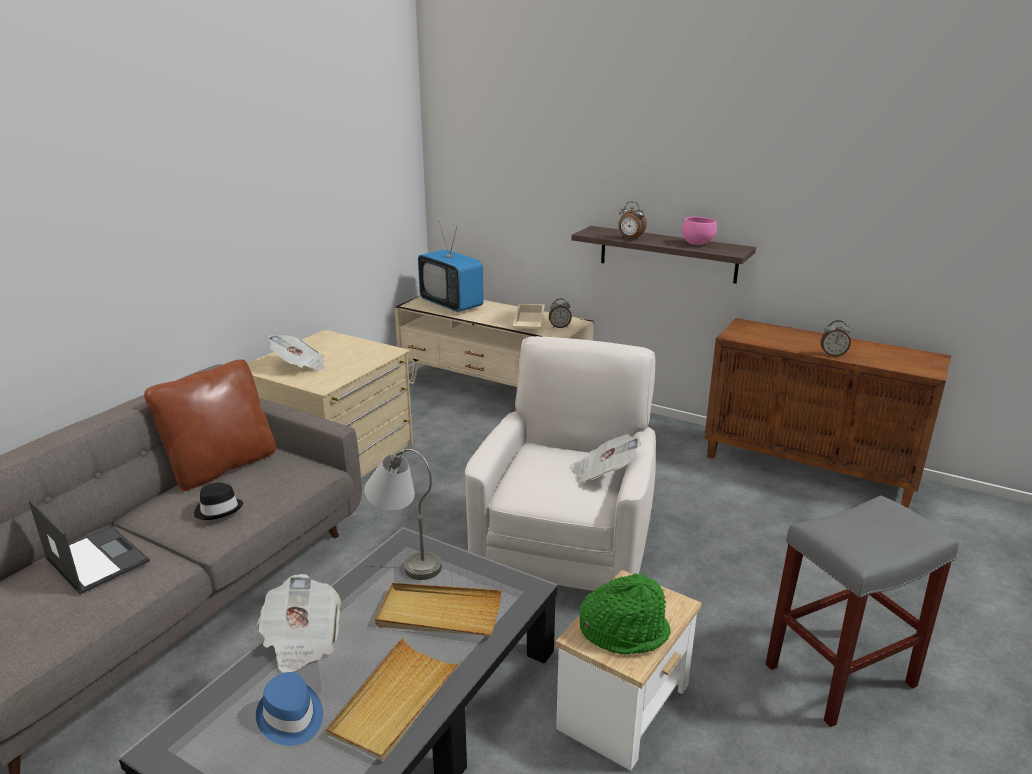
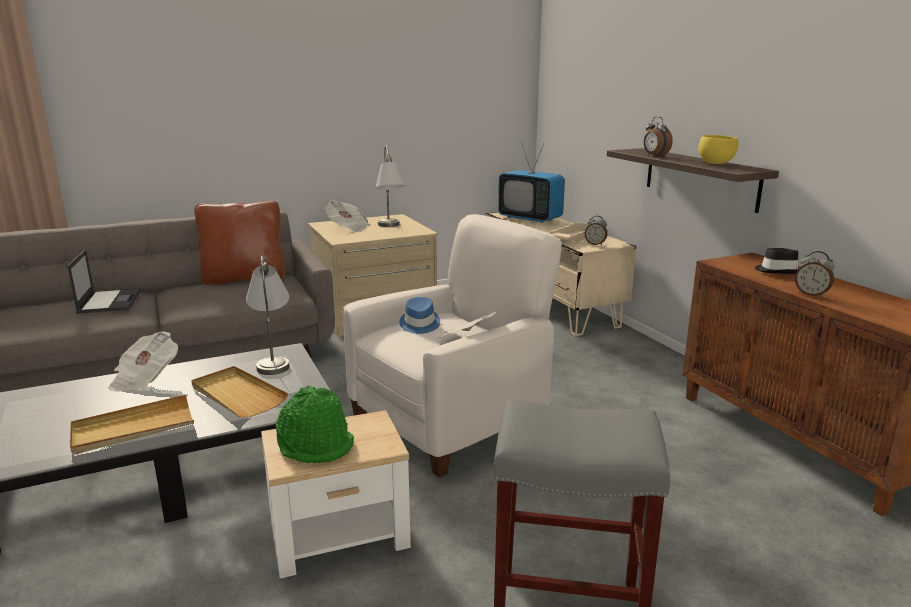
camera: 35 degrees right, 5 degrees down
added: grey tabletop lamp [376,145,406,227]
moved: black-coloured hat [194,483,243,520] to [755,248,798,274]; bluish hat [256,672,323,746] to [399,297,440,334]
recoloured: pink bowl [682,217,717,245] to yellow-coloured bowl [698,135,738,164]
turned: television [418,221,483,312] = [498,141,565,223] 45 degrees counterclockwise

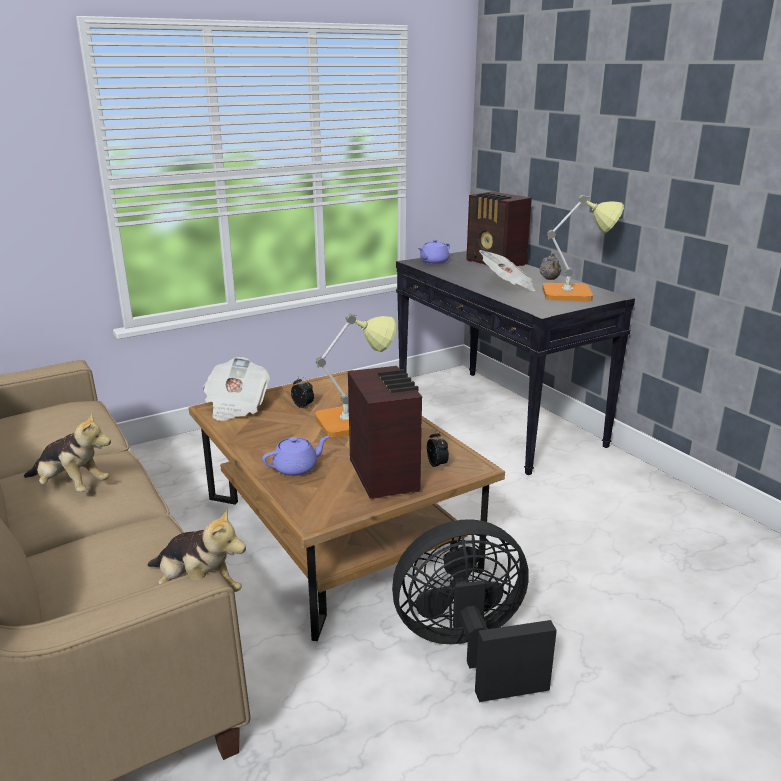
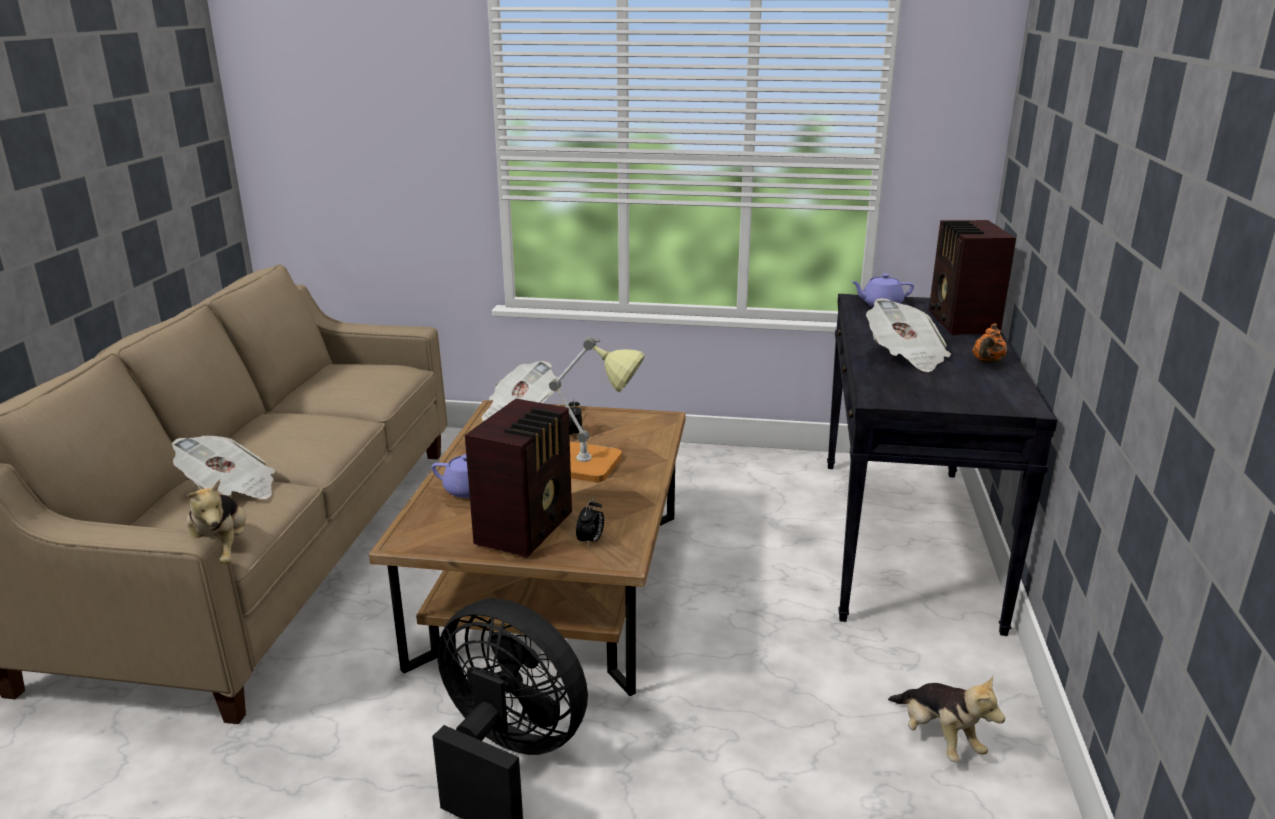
camera: 40 degrees right, 0 degrees up
removed: tabletop lamp [542,195,624,301]
added: printed paper [172,436,275,499]
moved: cuddly toy [24,412,111,492] to [888,676,1005,762]
recoloured: grey pot for tea [540,253,561,280] to orange pot for tea [972,323,1007,364]

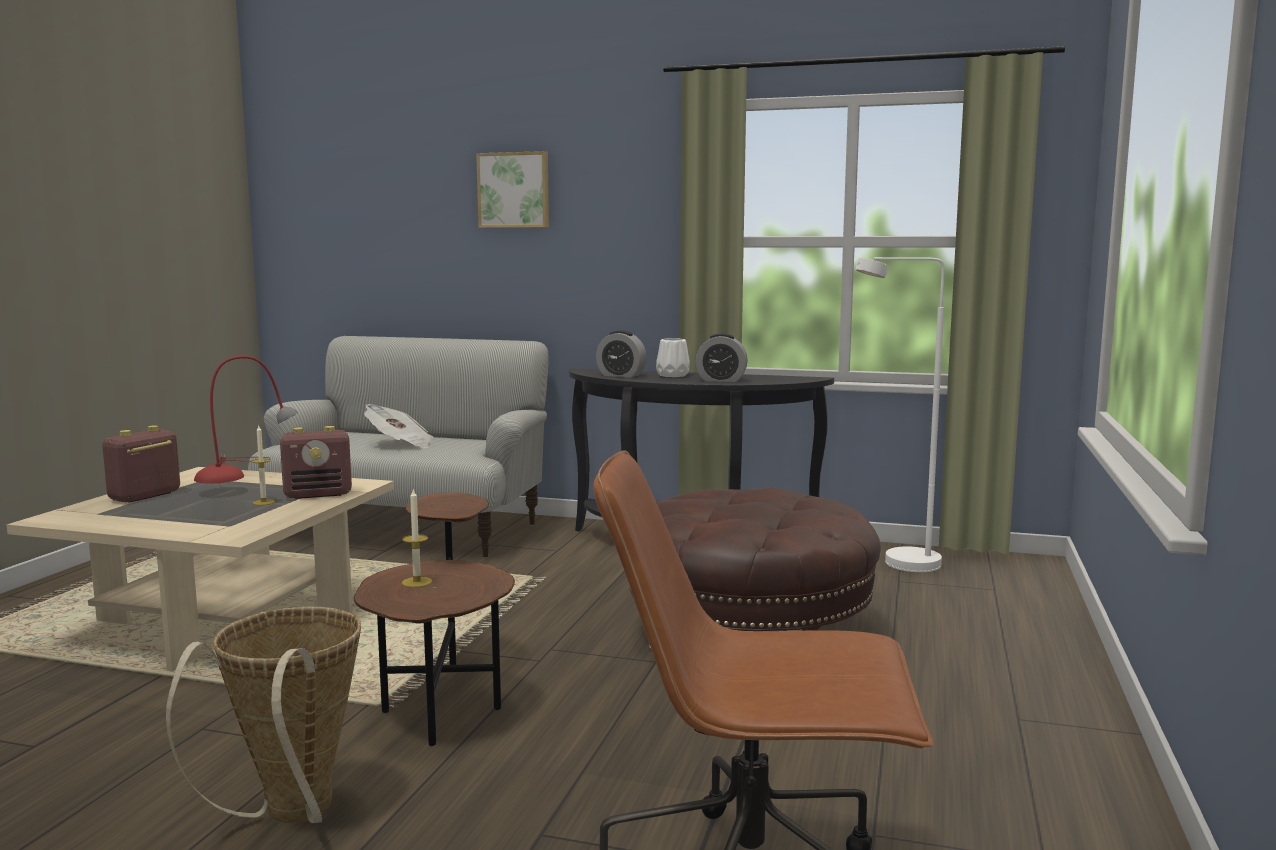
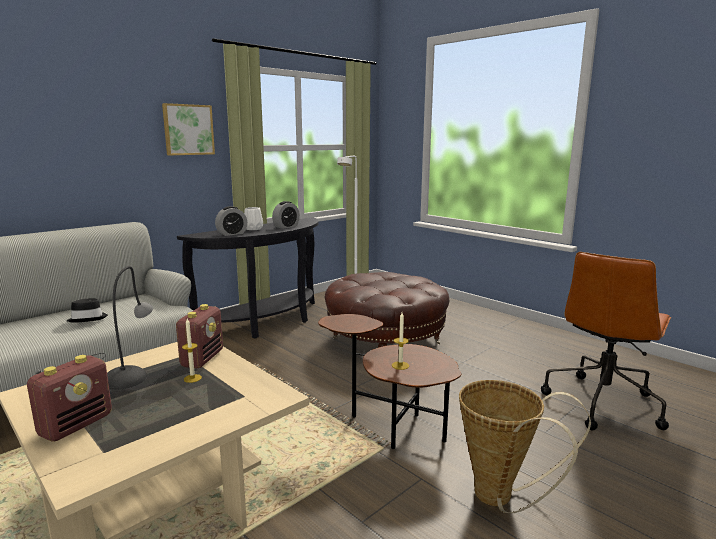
camera: 60 degrees left, 5 degrees up
moved: wall picture [476,151,549,228] to [162,103,215,155]
replaced: printed paper [364,404,433,448] to black-coloured hat [66,298,108,322]
recoloured: reddish tabletop lamp [194,356,298,483] to grey tabletop lamp [36,266,153,390]
turned: radio set [102,425,180,503] = [27,355,112,442] 120 degrees counterclockwise

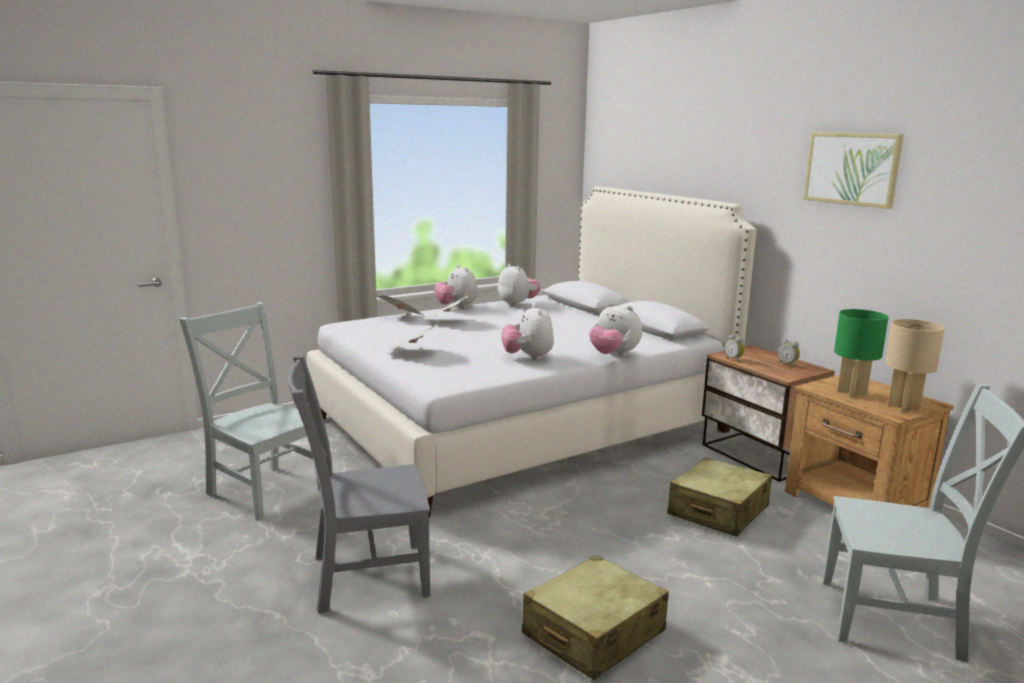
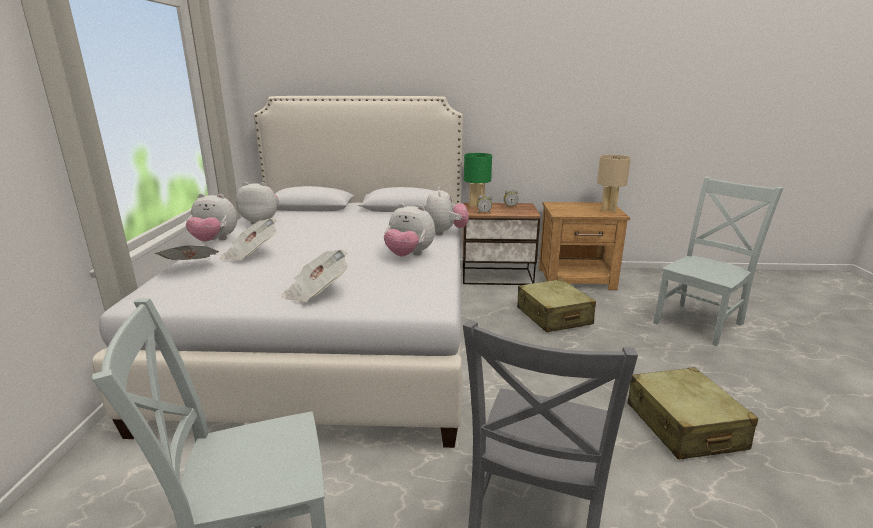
camera: 55 degrees left, 5 degrees up
removed: wall picture [803,132,904,209]
moved: green-coloured tabletop lamp [834,309,889,398] to [464,153,492,207]
turned: cuddly toy [589,303,642,356] = [426,187,469,235] 75 degrees counterclockwise

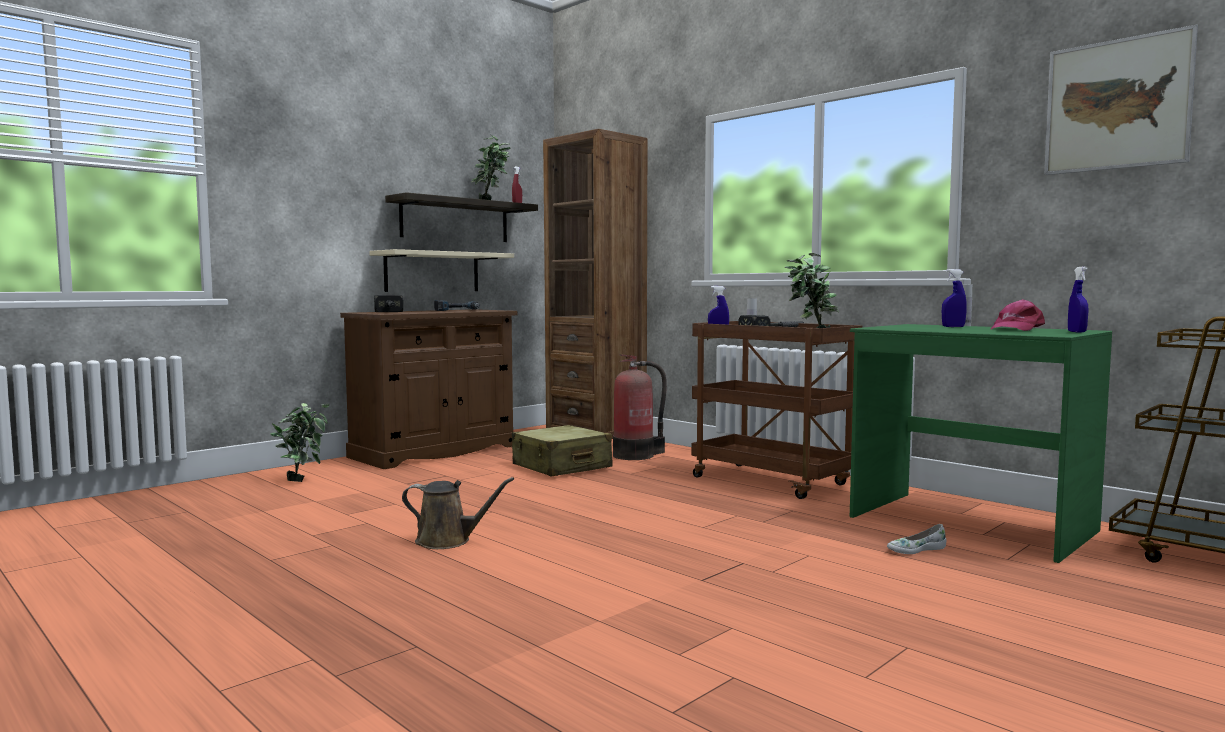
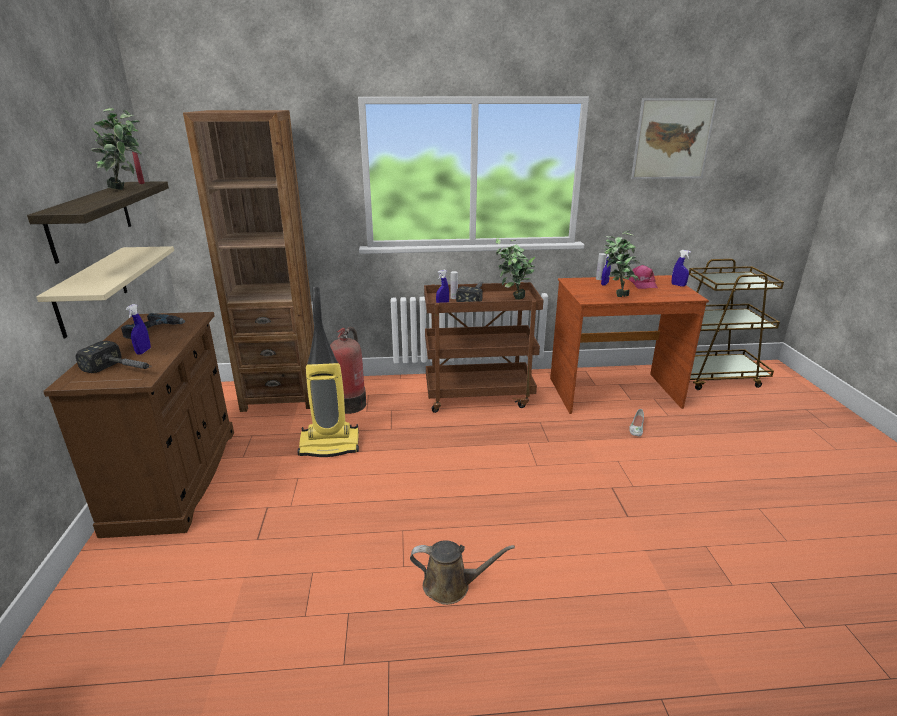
camera: 50 degrees left, 20 degrees up
added: bluish sprayer [126,304,151,355]
moved: potted plant [270,403,330,482] to [604,230,641,297]
replaced: sand-coloured piece of luggage [512,425,613,477] to vacuum [298,287,359,457]
recoloured: green-coloured desk [850,324,1112,563] to brown desk [550,275,709,414]
turned: brown sprinkling can [402,477,514,549] = [410,540,515,605] 45 degrees clockwise

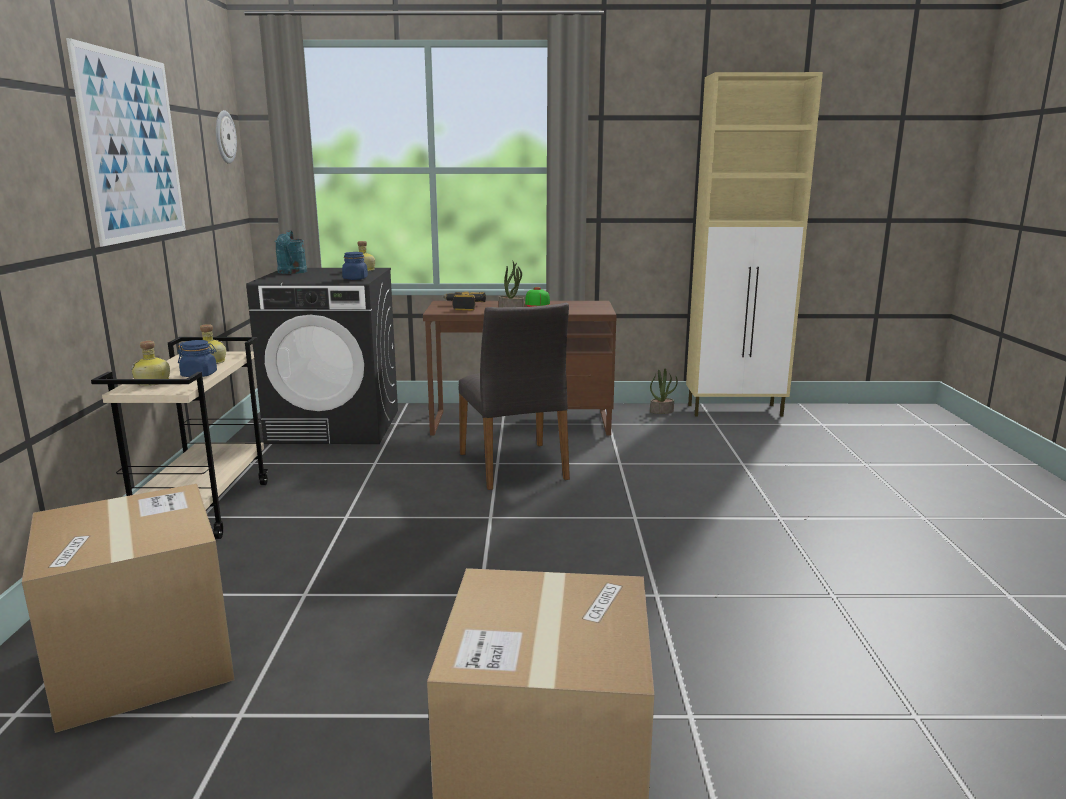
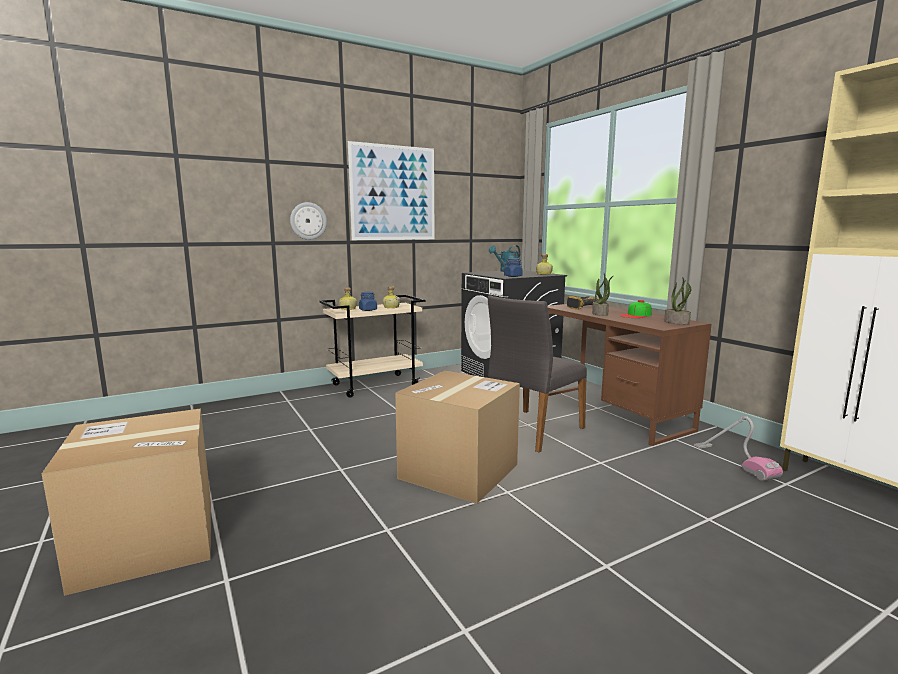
camera: 60 degrees right, 5 degrees down
added: vacuum [694,416,783,481]
moved: hanging clock [216,110,237,164] to [290,202,327,240]; potted plant [650,369,678,414] to [664,278,691,325]; carton [22,484,234,733] to [395,371,520,504]

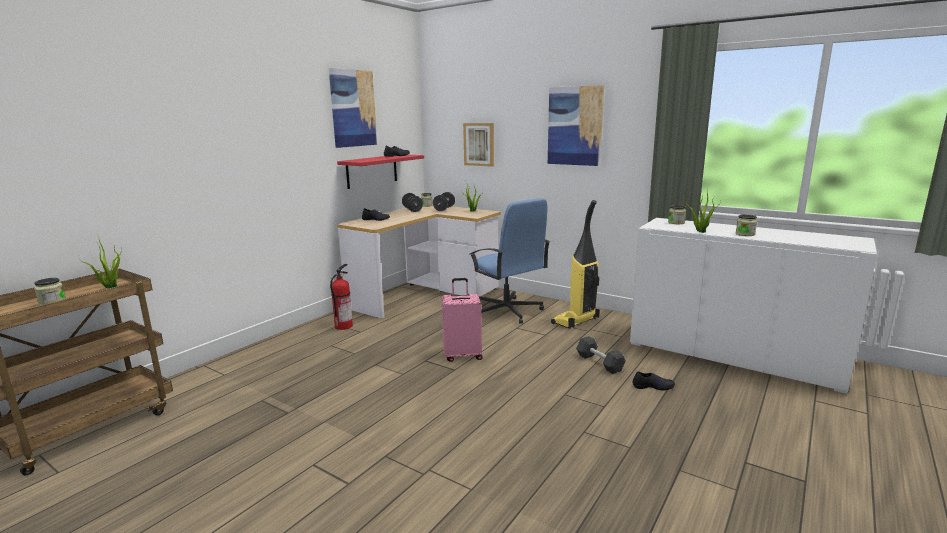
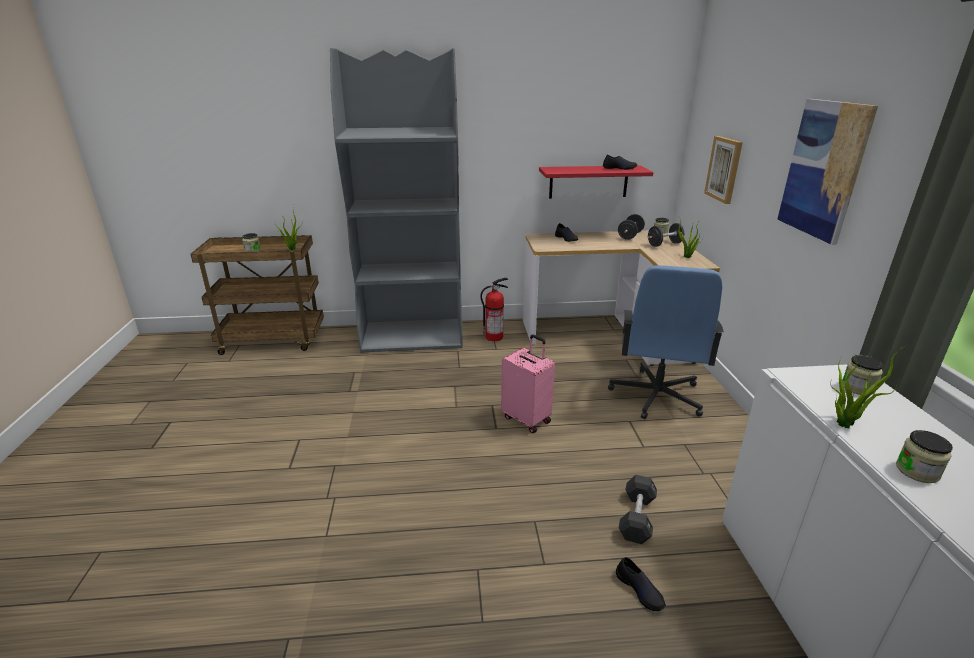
camera: 50 degrees right, 10 degrees up
removed: wall picture [329,68,378,148]; vacuum [551,200,599,329]
added: grey shelving unit [330,48,463,353]

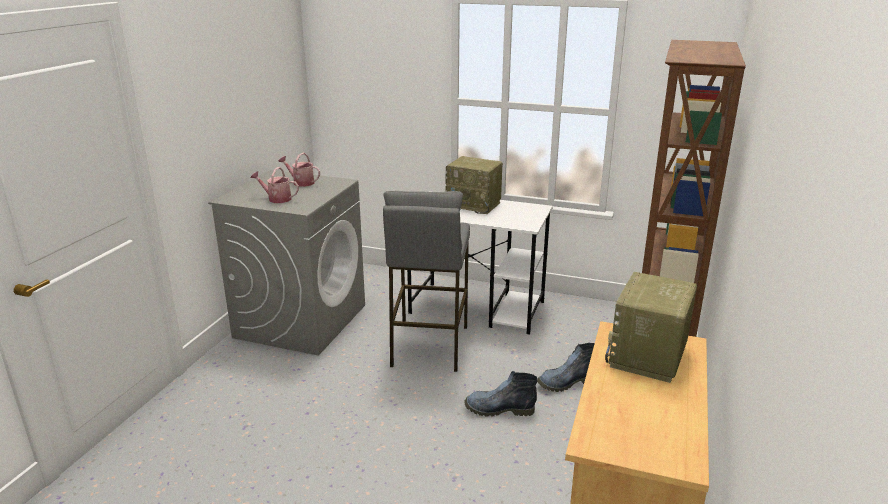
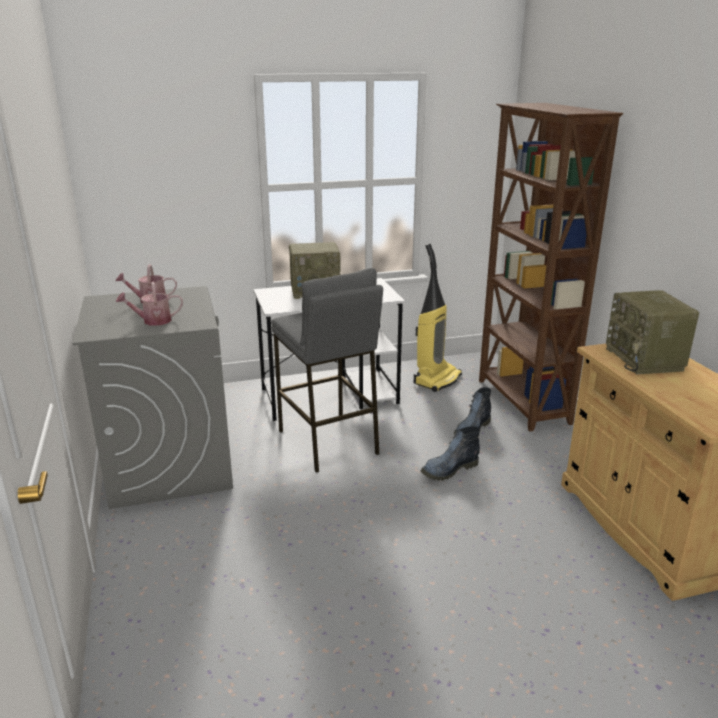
camera: 35 degrees left, 0 degrees up
added: vacuum [414,244,462,392]

